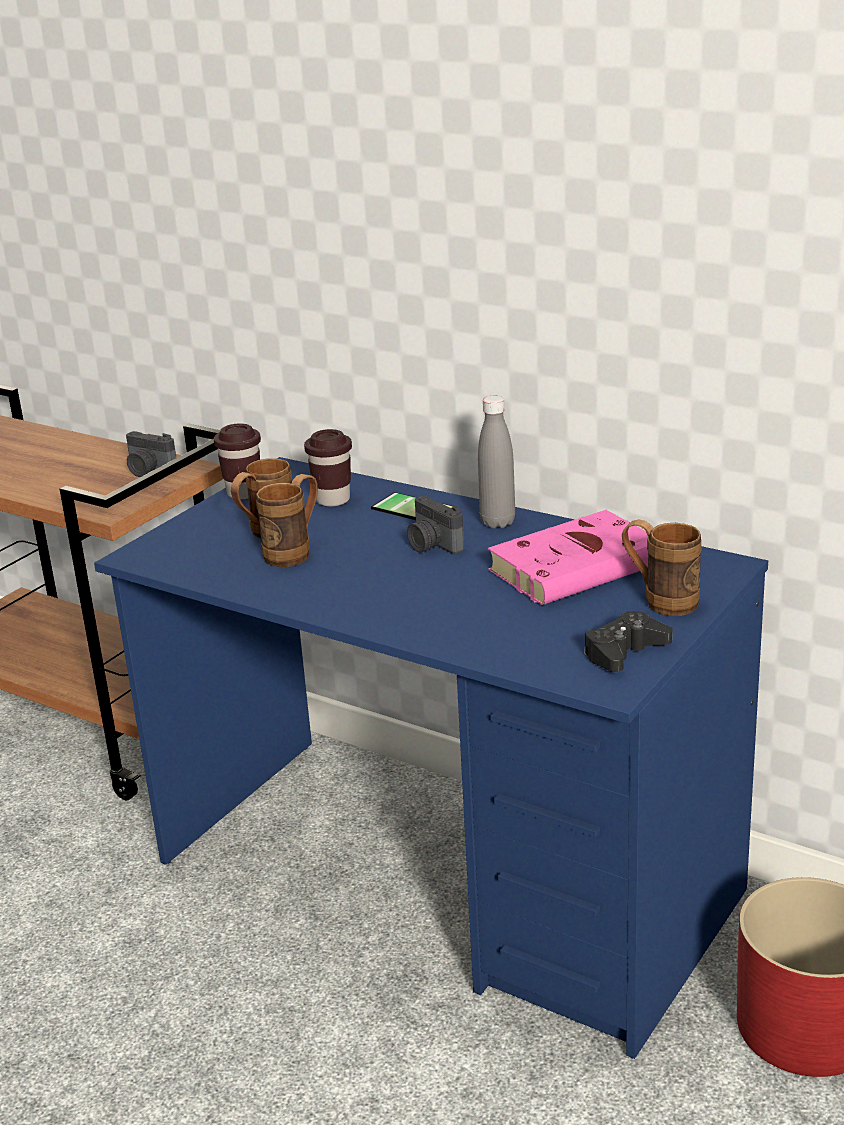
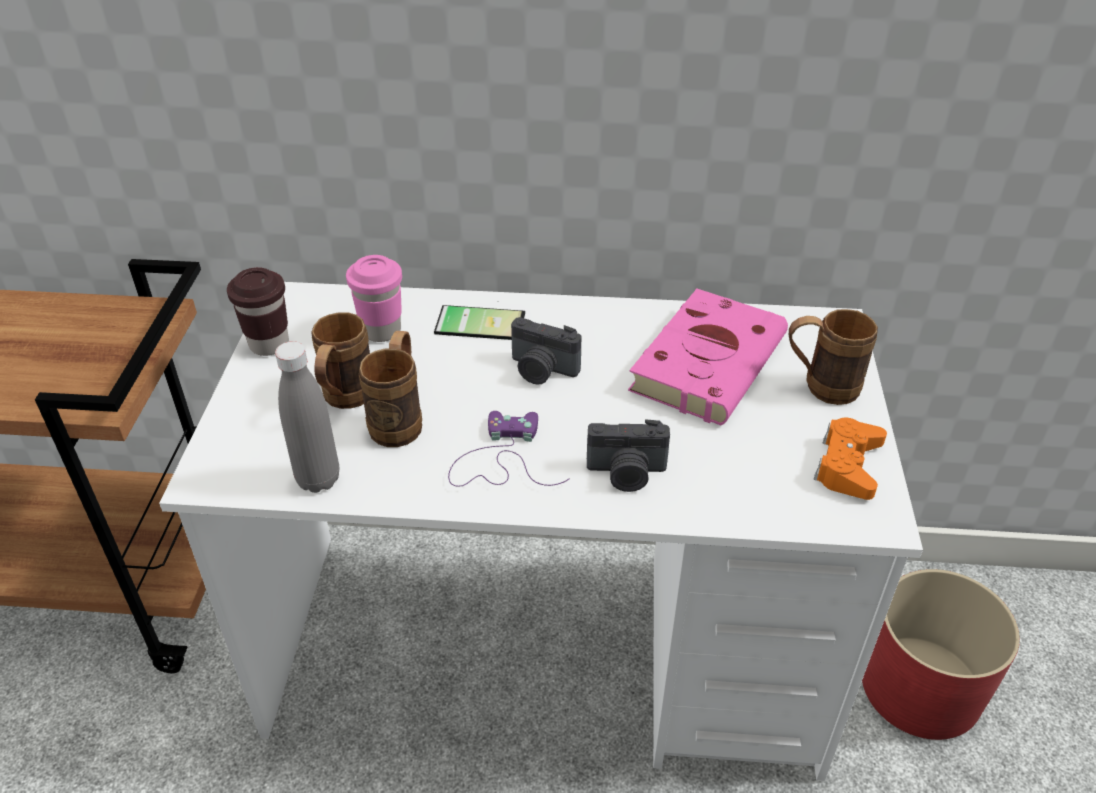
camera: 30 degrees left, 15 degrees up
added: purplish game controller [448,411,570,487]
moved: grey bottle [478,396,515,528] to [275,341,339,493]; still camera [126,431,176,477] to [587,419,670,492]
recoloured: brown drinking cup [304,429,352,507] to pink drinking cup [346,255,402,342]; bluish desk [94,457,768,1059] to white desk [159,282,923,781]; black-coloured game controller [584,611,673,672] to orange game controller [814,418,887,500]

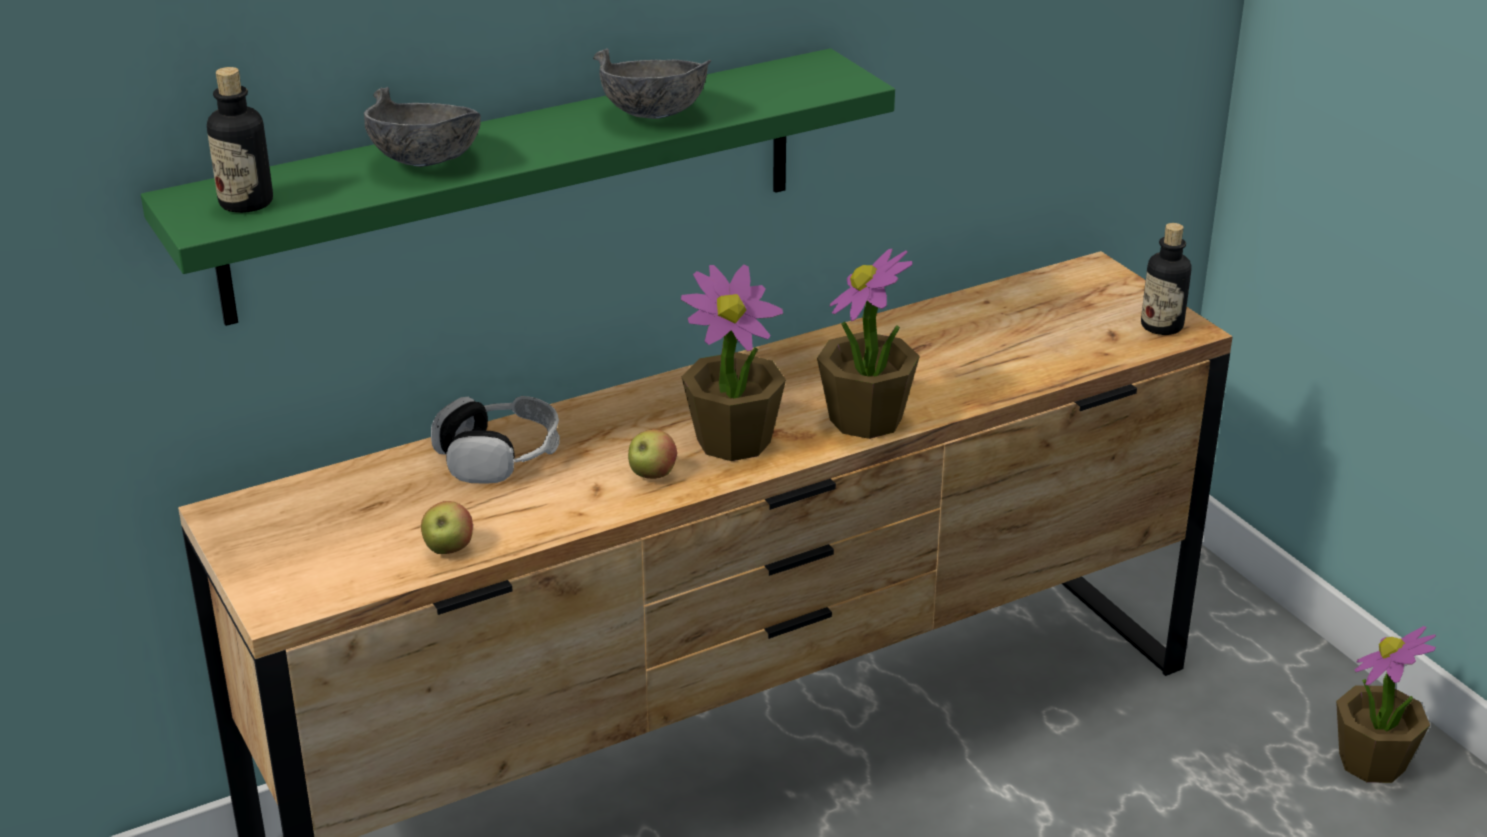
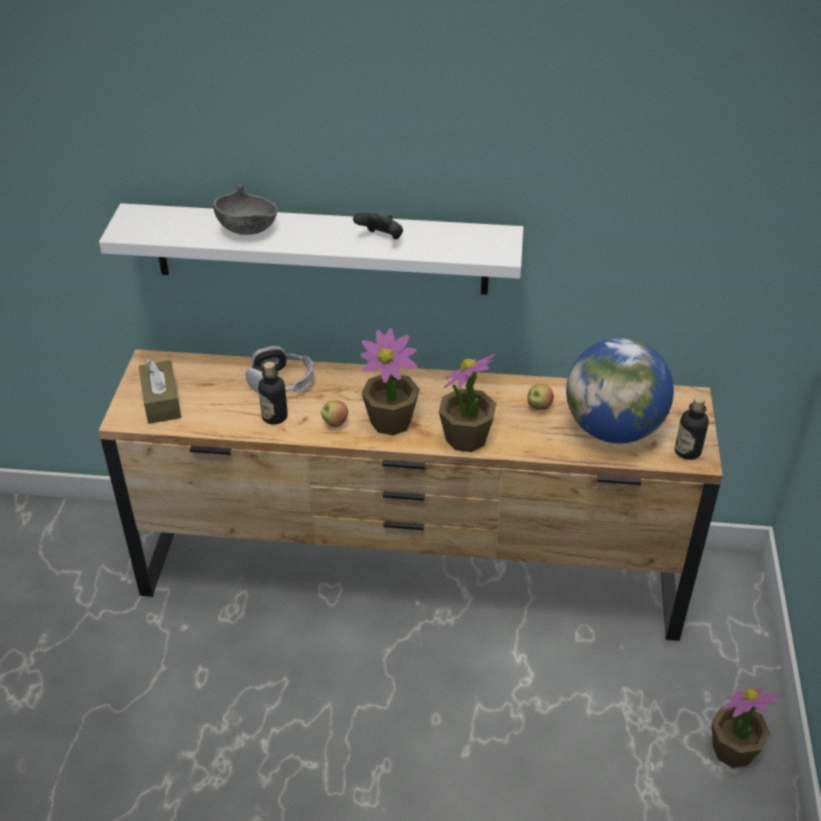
camera: 35 degrees right, 10 degrees up
added: globe [566,338,674,444]; brown box of tissues [139,360,181,424]
moved: bottle [207,67,273,213] to [258,362,288,424]; apple [421,501,473,554] to [527,384,554,410]
replaced: grey bowl [593,48,712,119] to black-coloured game controller [353,213,403,239]
recoloured: green-coloured shelf [141,48,895,326] to white shelf [99,203,523,295]

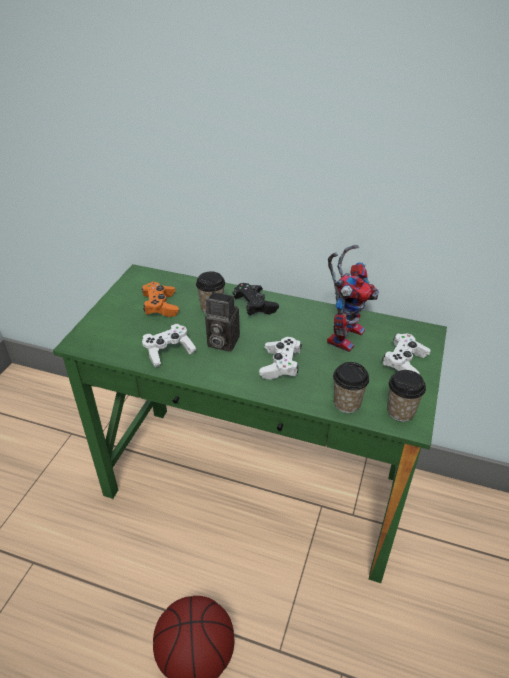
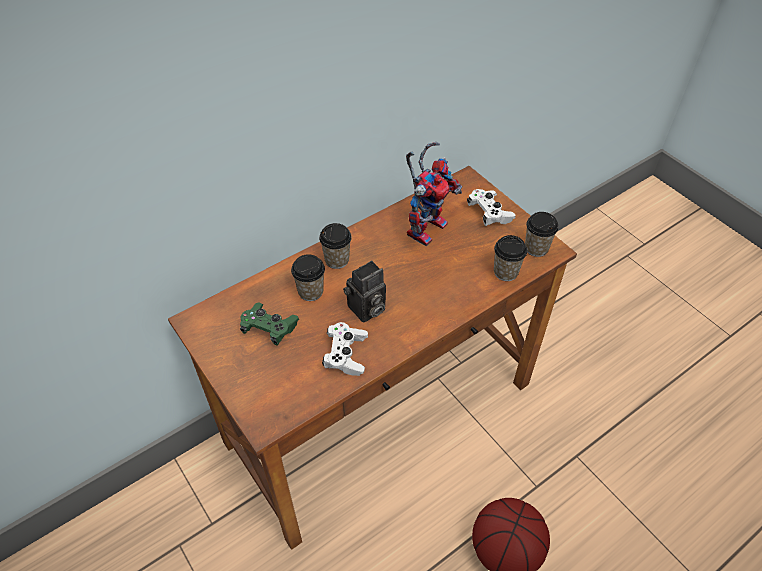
camera: 55 degrees left, 10 degrees up
removed: white game controller [259,337,302,380]
replaced: black-coloured game controller [233,283,279,316] to drinking cup [319,223,352,269]
recoloured: green-coloured desk [53,264,447,583] to brown desk [168,166,577,550]; orange game controller [141,282,179,317] to green-coloured game controller [240,302,299,346]
turned: toy robot [327,245,379,352] = [406,142,462,246] 60 degrees clockwise

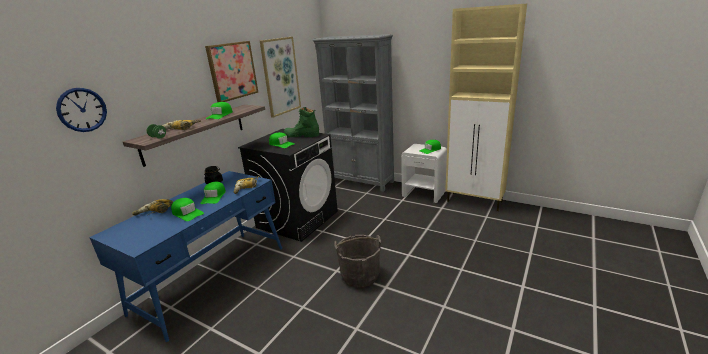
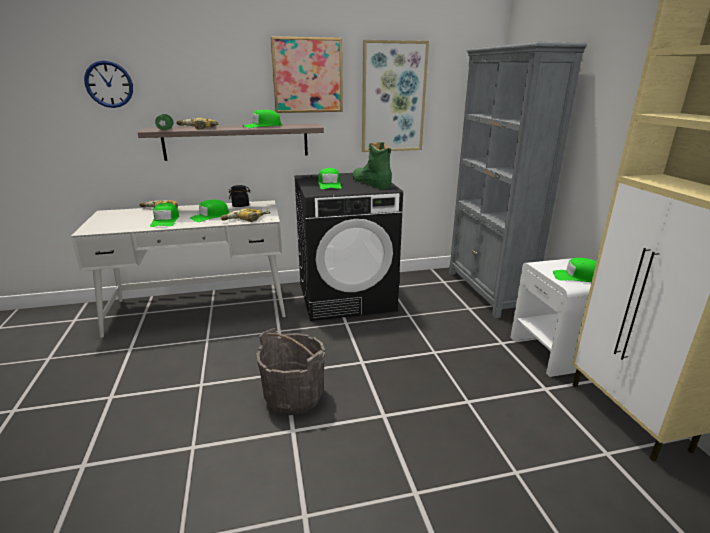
camera: 45 degrees right, 0 degrees up
recoloured: bluish desk [89,171,282,342] to white desk [71,200,286,338]

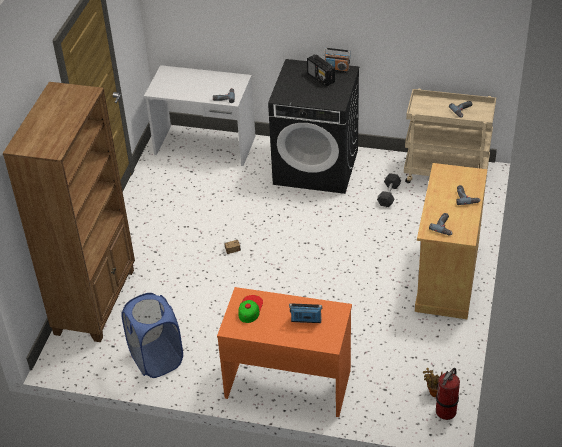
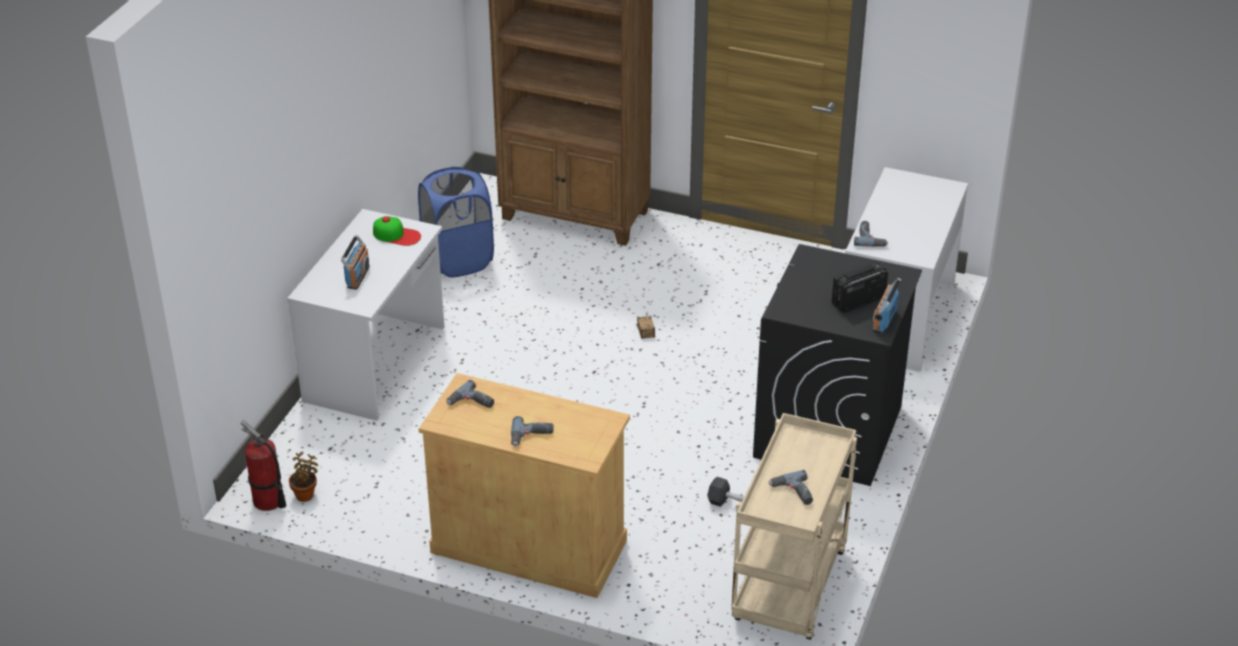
camera: 95 degrees right, 5 degrees down
recoloured: orange desk [217,287,352,417] to white desk [287,209,444,421]

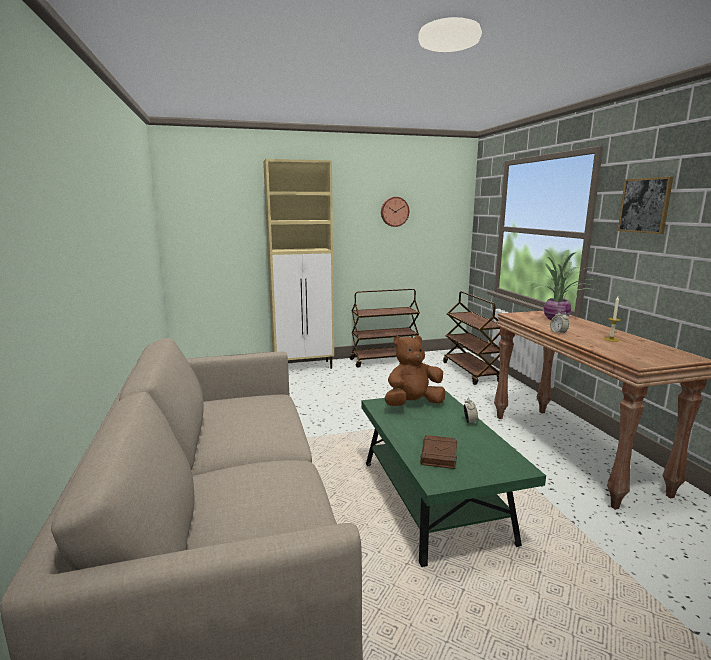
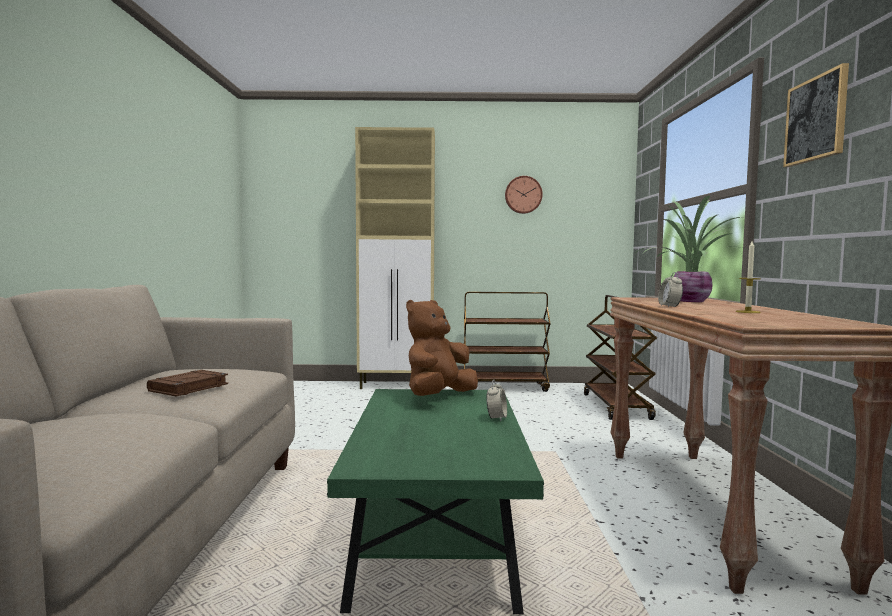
camera: 15 degrees right, 10 degrees down
moved: brown volume [420,435,457,469] to [147,370,228,396]
turned: brown cuddly toy [385,335,445,406] = [406,300,478,396] 45 degrees counterclockwise

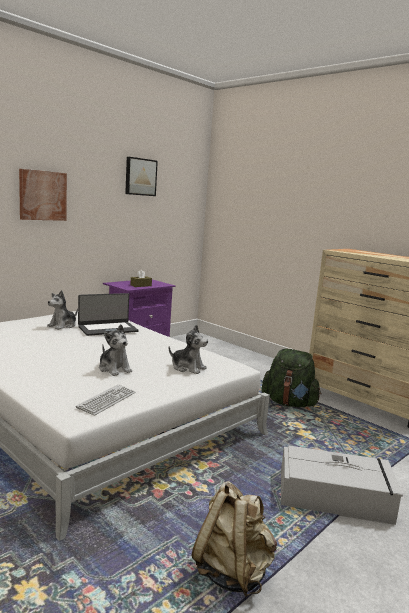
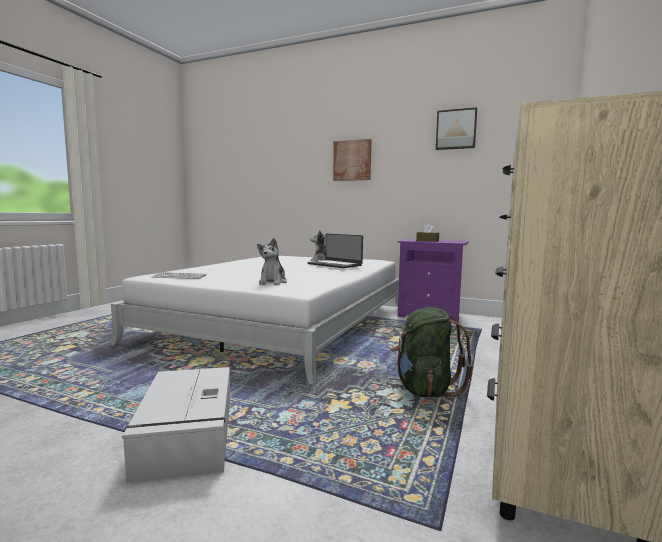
camera: 70 degrees right, 5 degrees down
removed: cuddly toy [99,324,132,376]; sand-coloured knapsack [192,481,277,597]

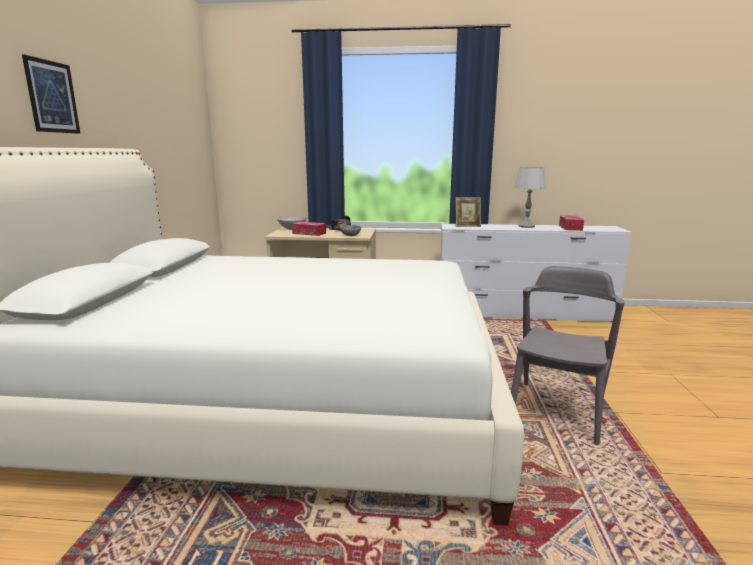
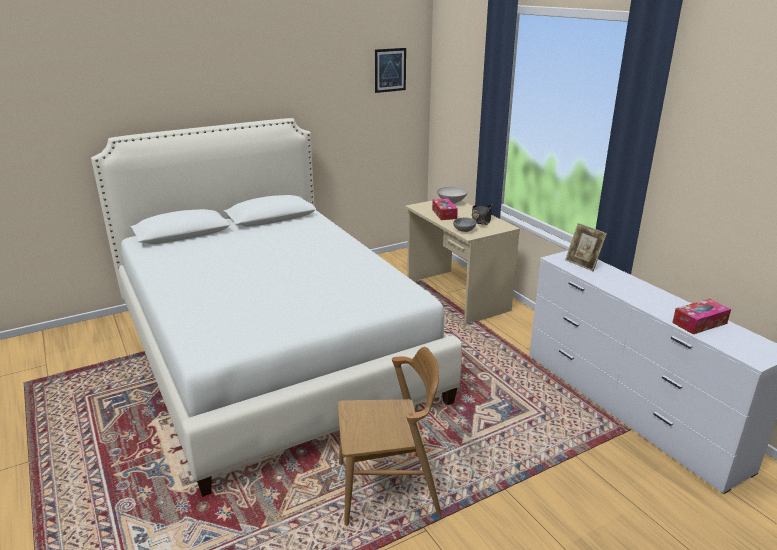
camera: 55 degrees right, 10 degrees up
removed: grey tabletop lamp [514,167,546,228]
moved: wall picture [22,54,80,134] to [375,48,406,93]
recoloured: grey plain chair [511,266,625,445] to brown plain chair [337,347,441,526]

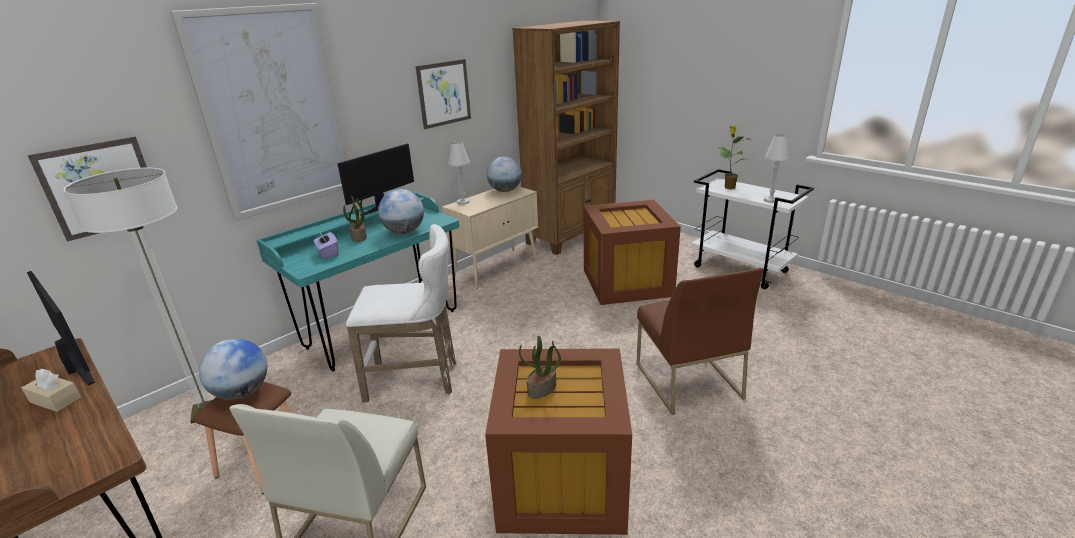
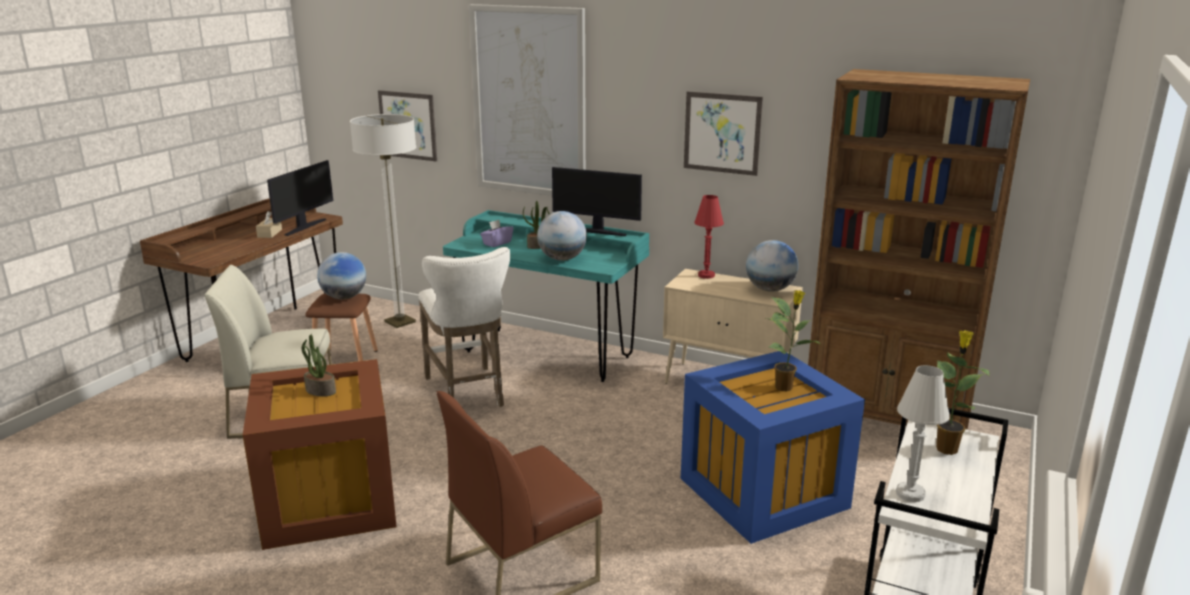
camera: 70 degrees right, 5 degrees down
added: potted plant [766,290,820,391]
recoloured: white tabletop lamp [448,141,470,205] to reddish tabletop lamp [695,195,724,279]; brown storage container [584,200,681,305] to bluish storage container [681,351,865,544]

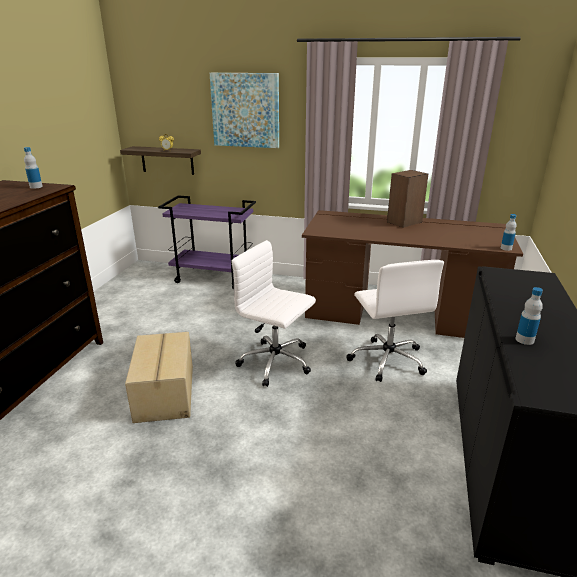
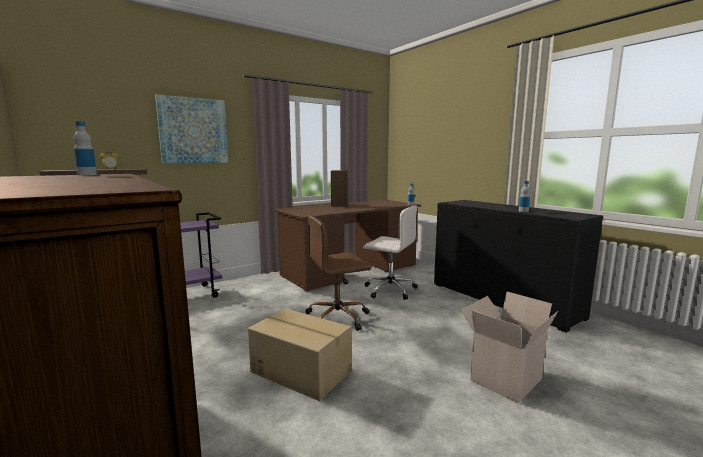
camera: 50 degrees left, 15 degrees down
added: carton [461,292,558,404]
recoloured: white office chair [231,240,316,387] to brown office chair [305,215,371,331]

